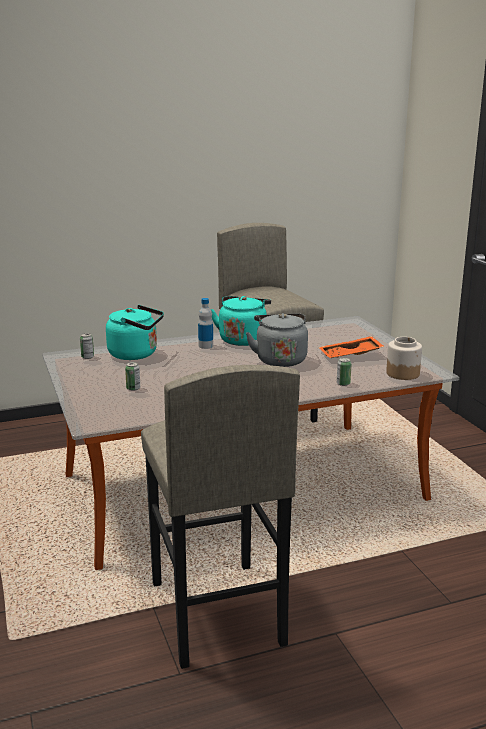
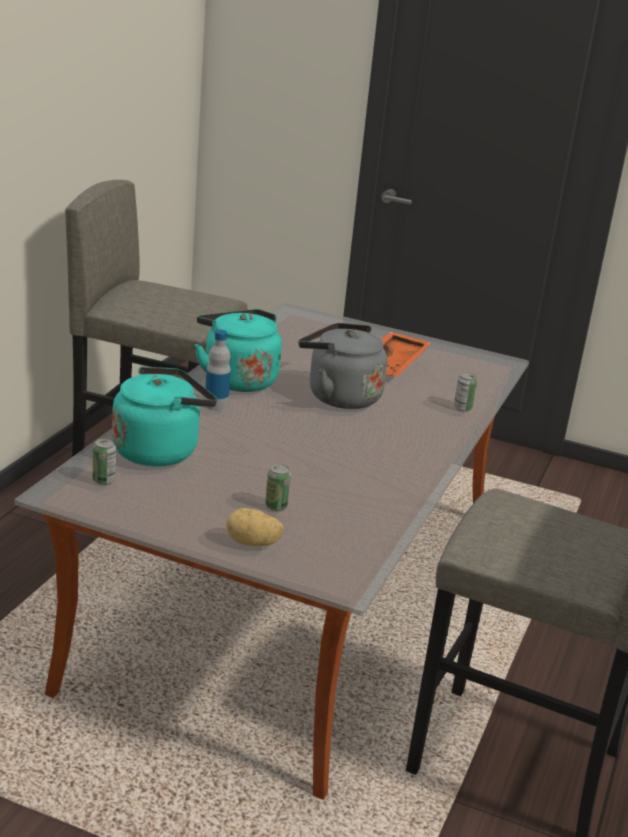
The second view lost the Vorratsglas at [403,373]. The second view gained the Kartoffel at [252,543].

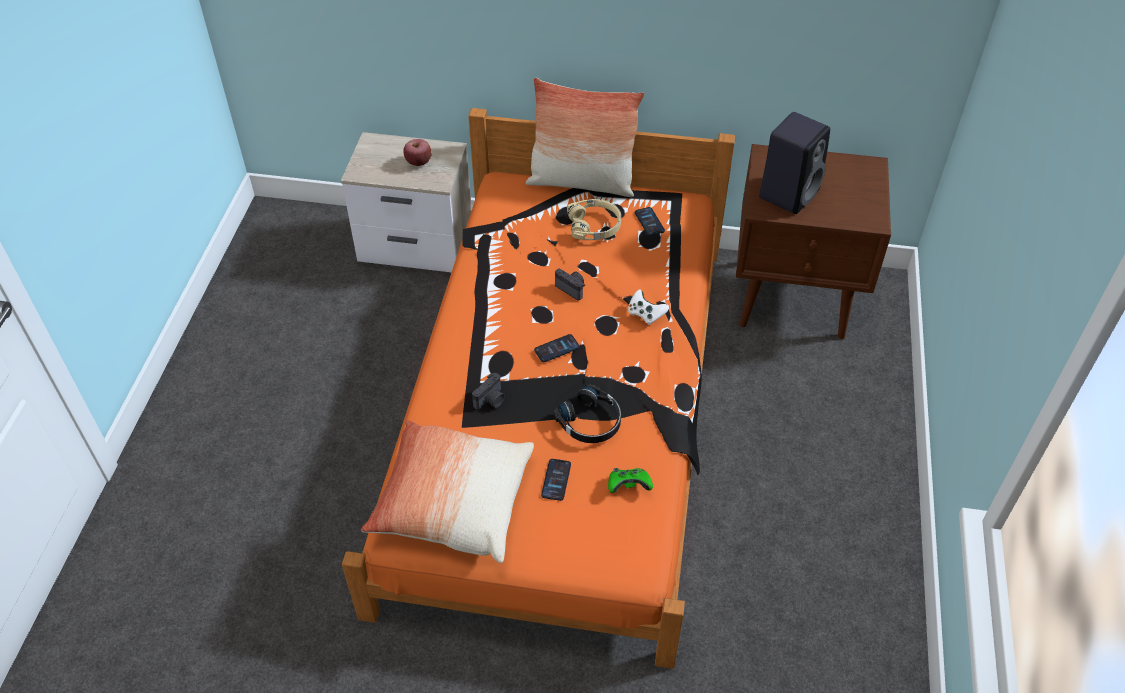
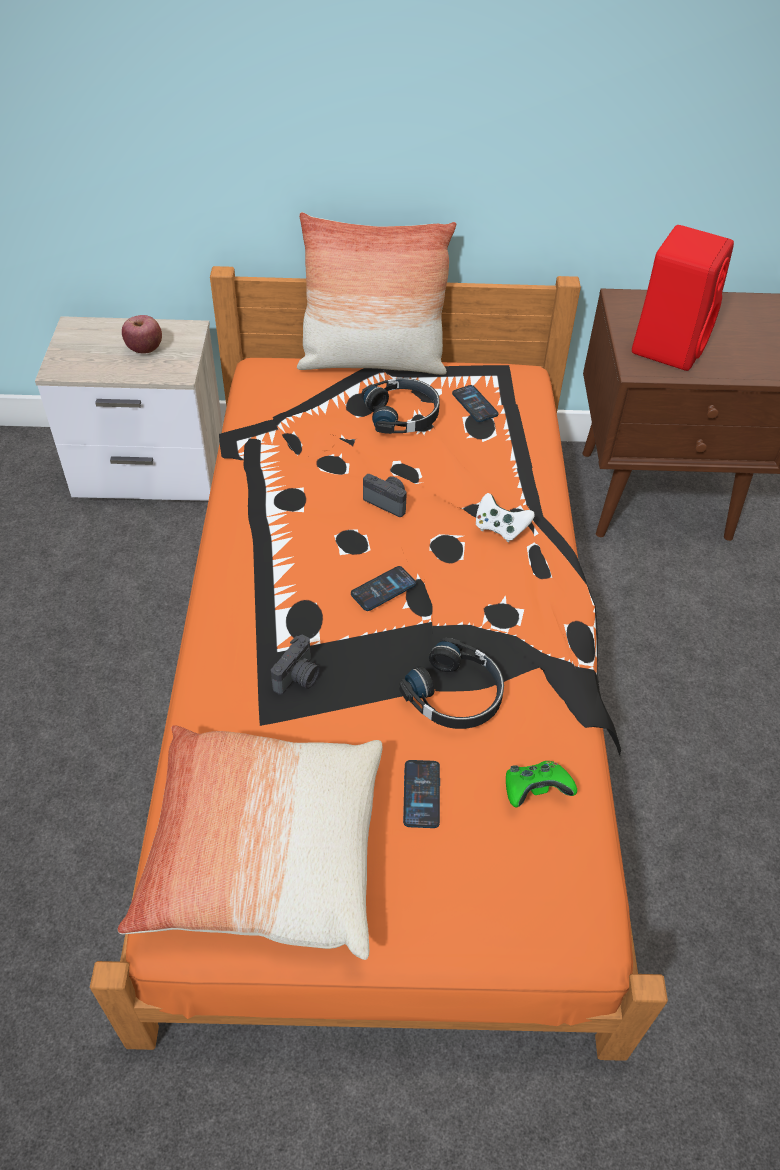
What was the Kopfhörer/beige at [595,225] turned into the Kopfhörer/schwarz at [402,414]. What was the Lautsprecher/schwarz at [789,193] turned into the Lautsprecher/rot at [669,345].

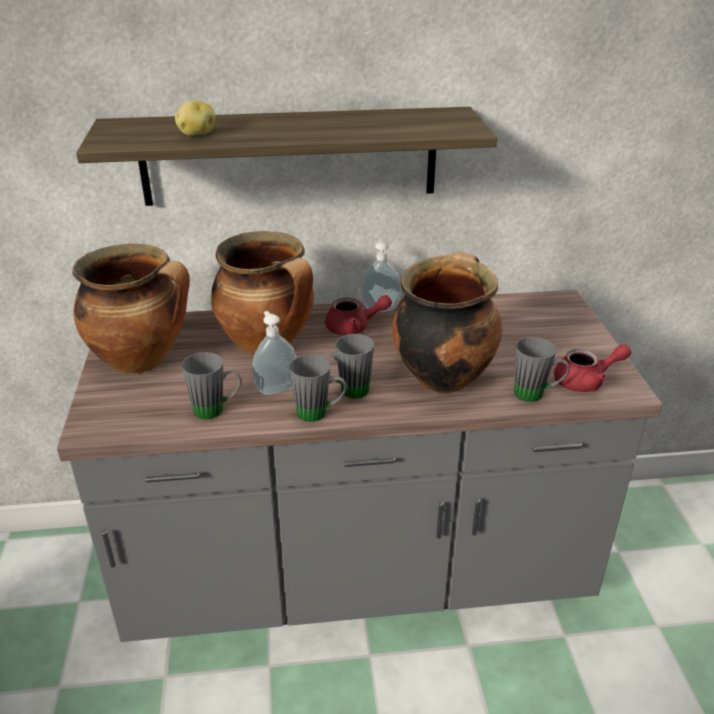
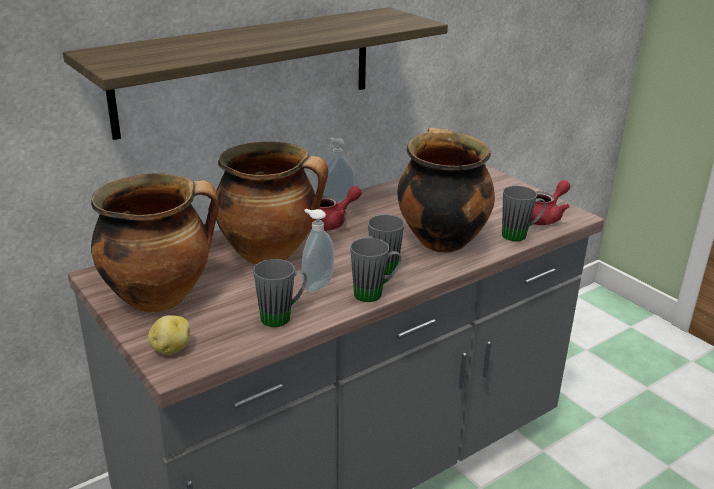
The Kartoffel ended up elsewhere, having gone from [196,134] to [170,349].

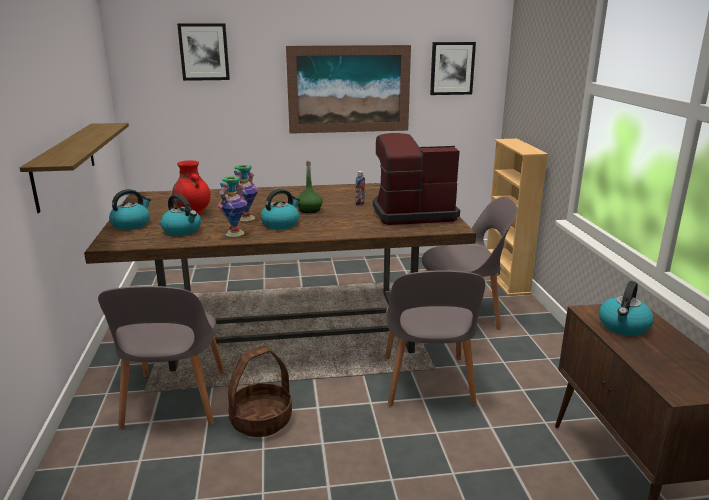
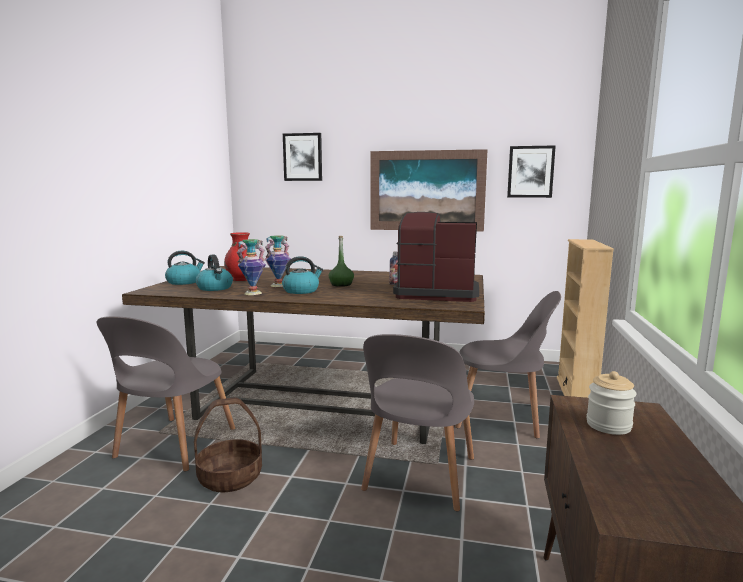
The second view lost the Wandregal at [65,164]. Where the Wasserkessel stood at [623,326], the Vorratsglas came to stand at [608,425].

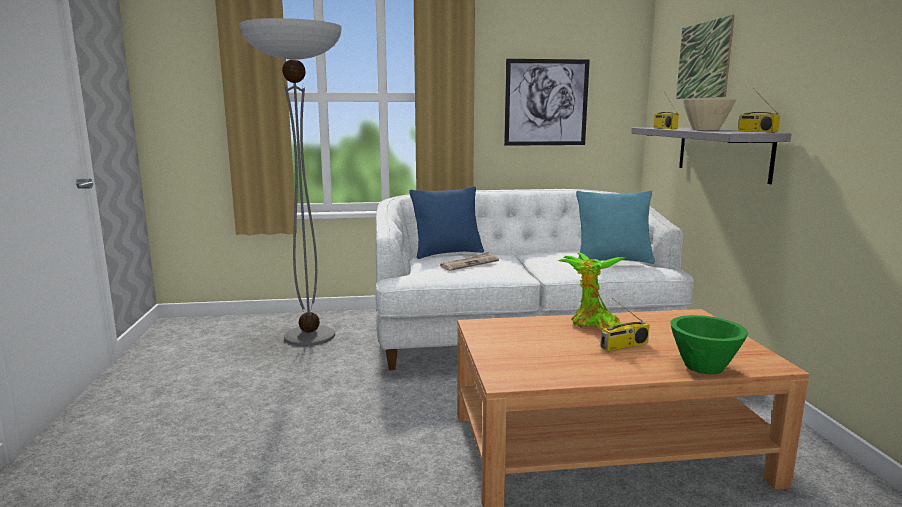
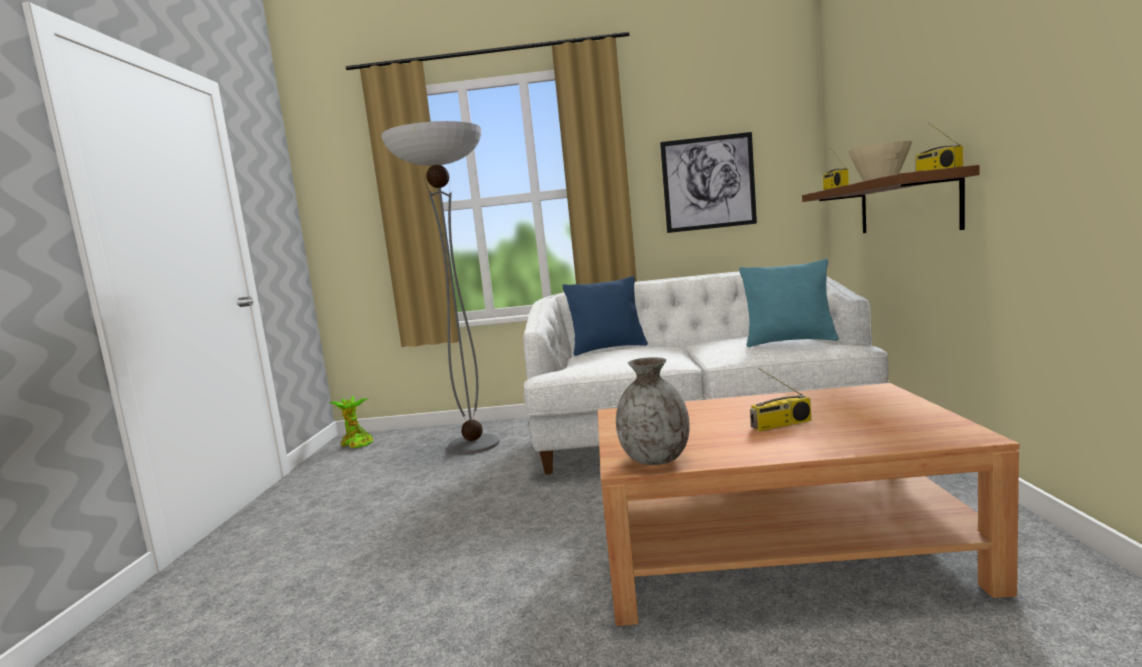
The second view lost the Zeitung at [469,263]. The second view lost the Schüssel/grün at [703,366]. The second view lost the Bild at [703,60]. The second view gained the Vase/grau at [655,459]. The Topfpflanze ended up elsewhere, having gone from [592,324] to [356,444]. What was the Wandregal/grau at [722,152] turned into the Wandregal/braun at [906,205].

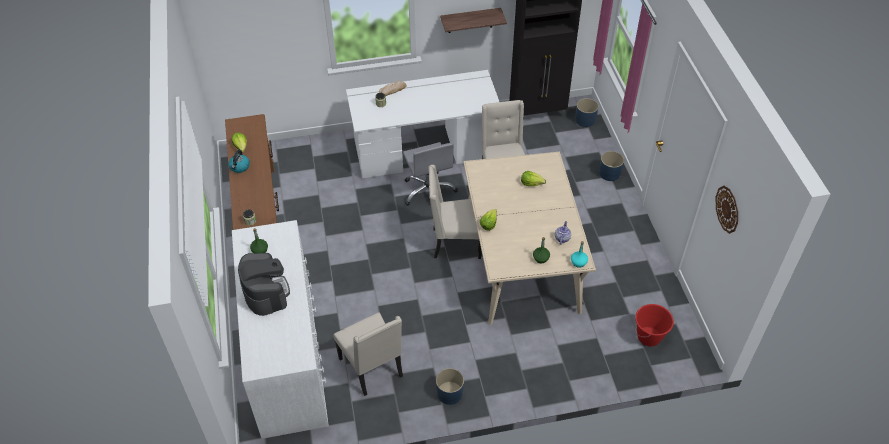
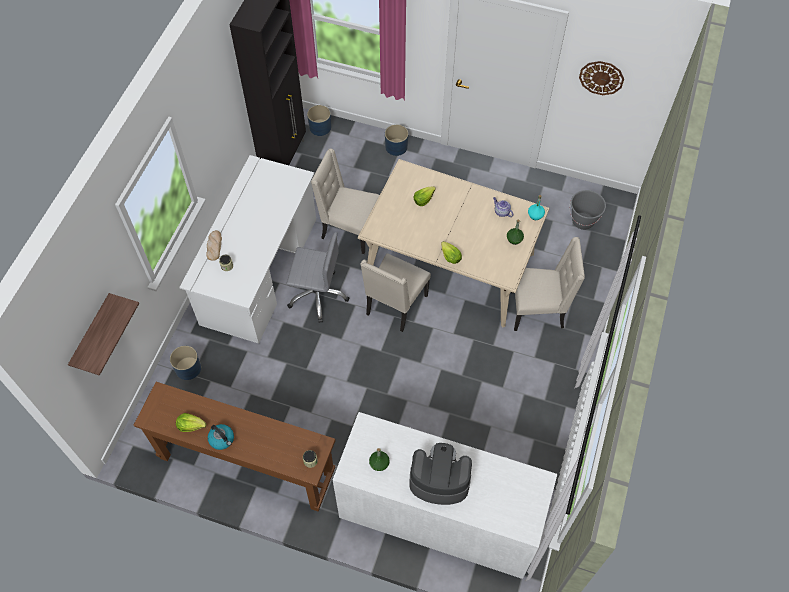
The Stuhl/beige ended up elsewhere, having gone from [372,368] to [538,310]. The Pflanzkübel/blau ended up elsewhere, having gone from [449,392] to [188,368]. The Wandregal ended up elsewhere, having gone from [470,20] to [93,335]. What was the Eimer/rot at [649,337] turned into the Eimer/grau at [583,221].

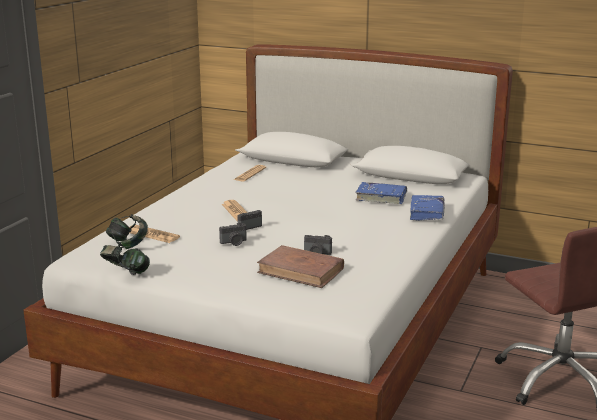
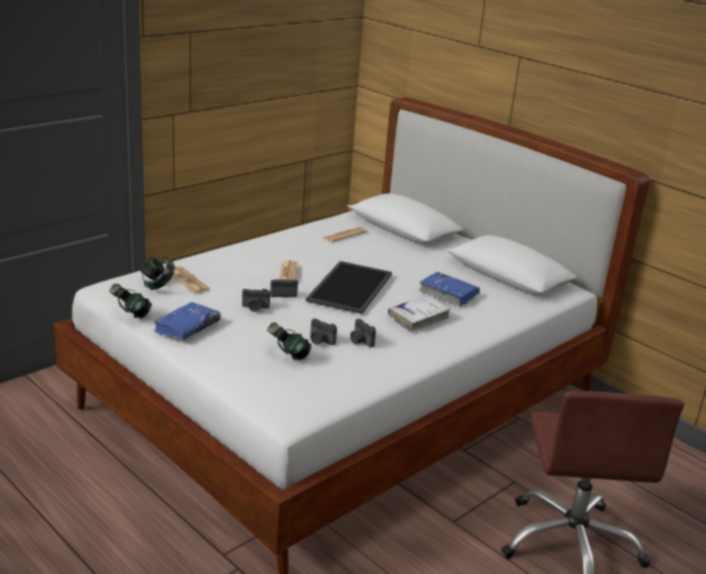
The second view gained the Tablett at [349,286]. The second view gained the Kamera at [360,341]. The second view gained the Buch/weiß at [418,318]. The Buch/blau ended up elsewhere, having gone from [427,213] to [187,327]. Where the Buch/braun stood at [301,271], the Kopfhörer came to stand at [287,355].

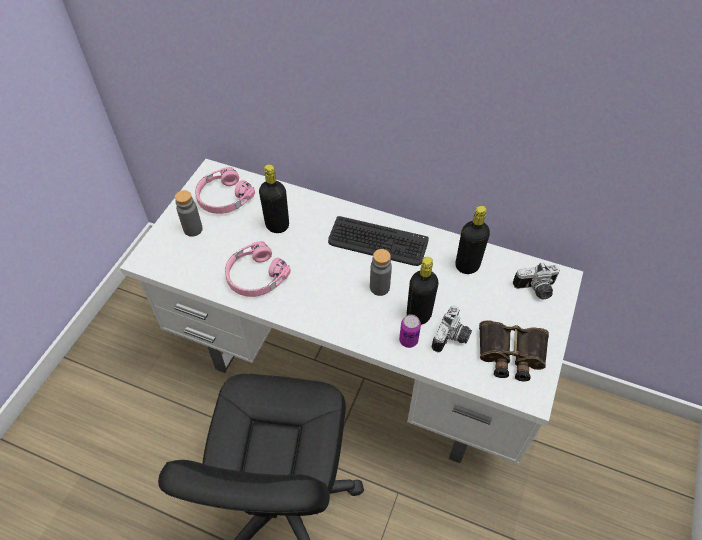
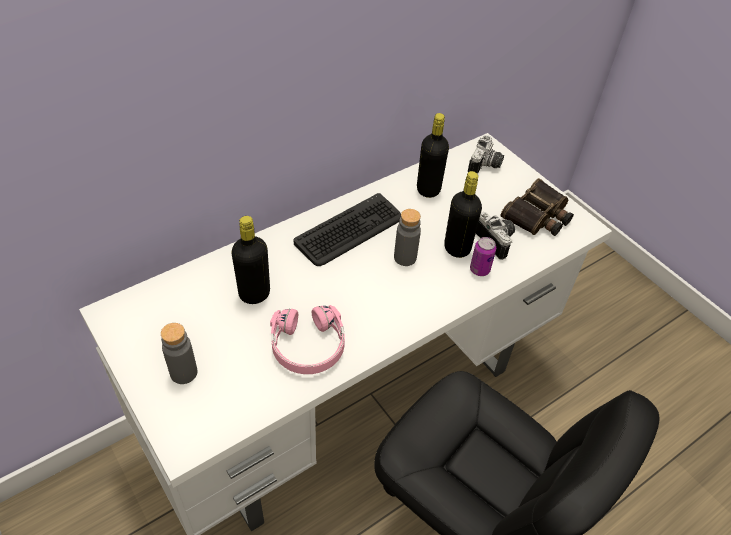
The second view lost the Kopfhörer/rosa at [223,198].

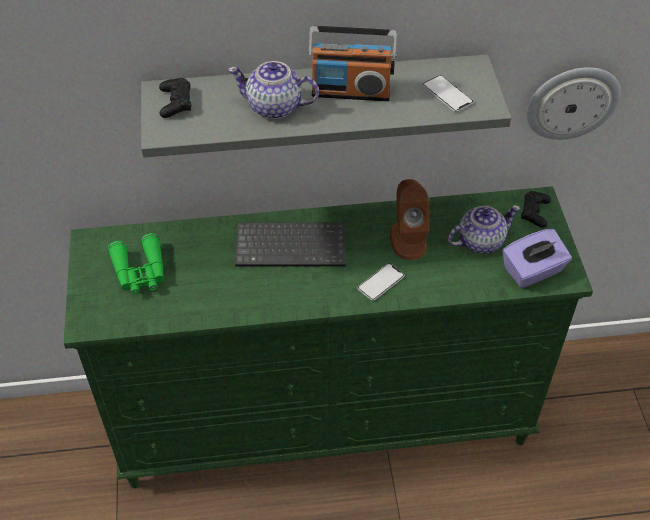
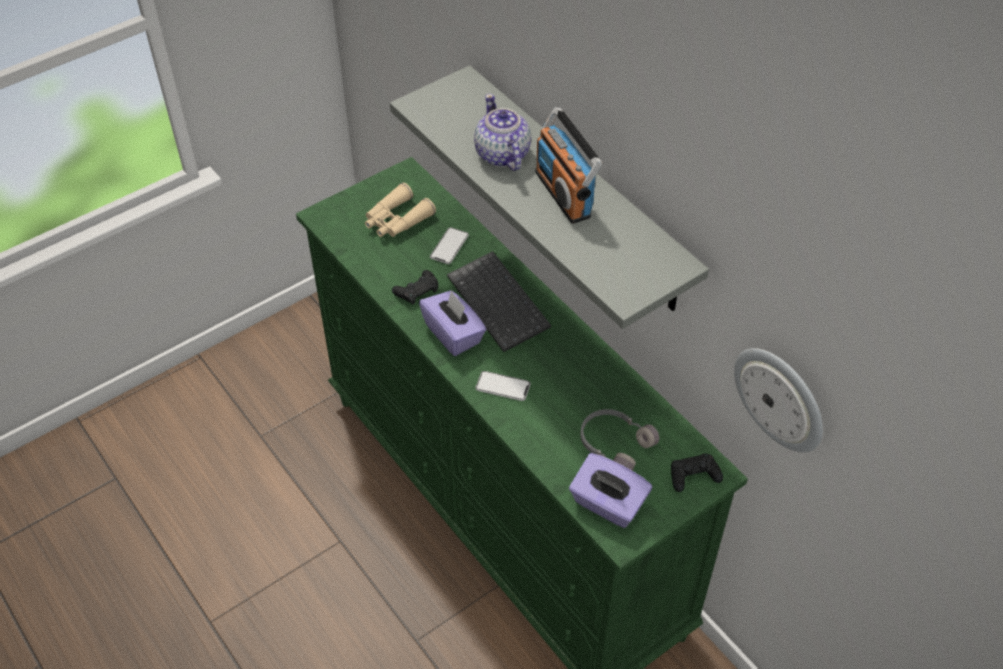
The second view lost the Lautsprecher/braun at [408,239]. The second view gained the Taschentuchbox/lila at [453,334]. The Gamepad/schwarz ended up elsewhere, having gone from [175,102] to [417,291]. The Handy ended up elsewhere, having gone from [447,94] to [449,246]. Where the Teekanne stood at [480,241], the Kopfhörer/grau came to stand at [615,443]. What was the Fernglas/grün at [140,272] turned into the Fernglas/beige at [396,220].

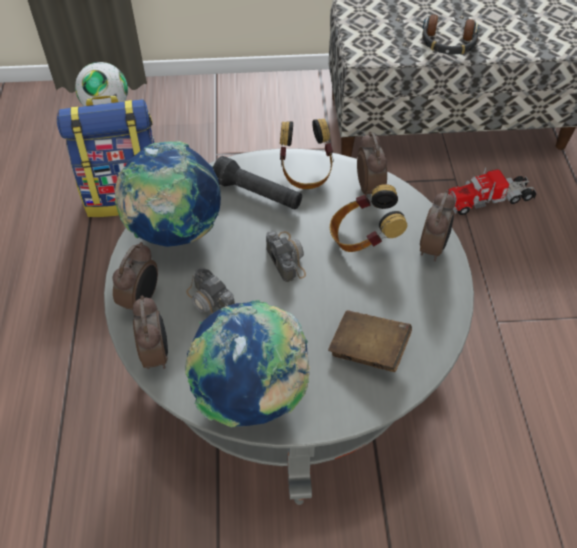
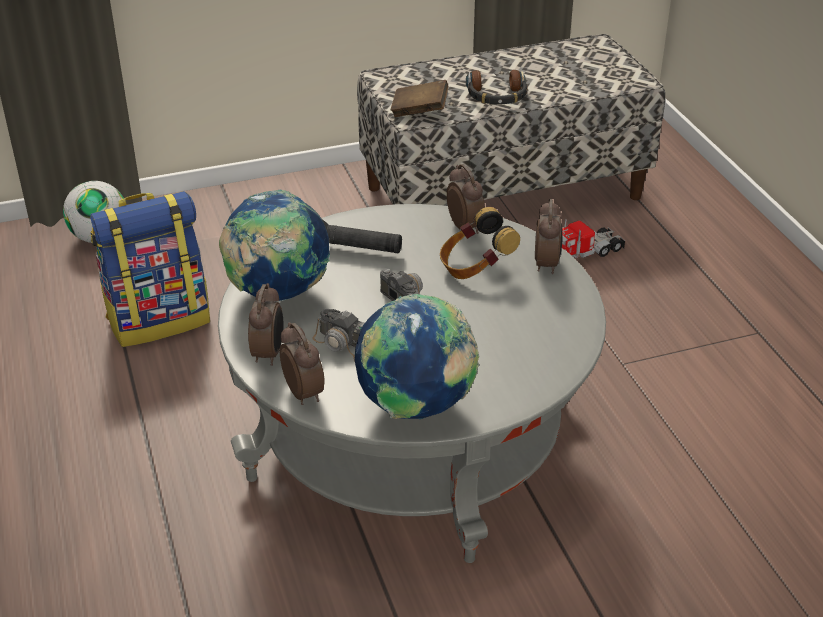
The second view lost the Kopfhörer at [305,172]. The Buch/braun ended up elsewhere, having gone from [368,350] to [419,111].

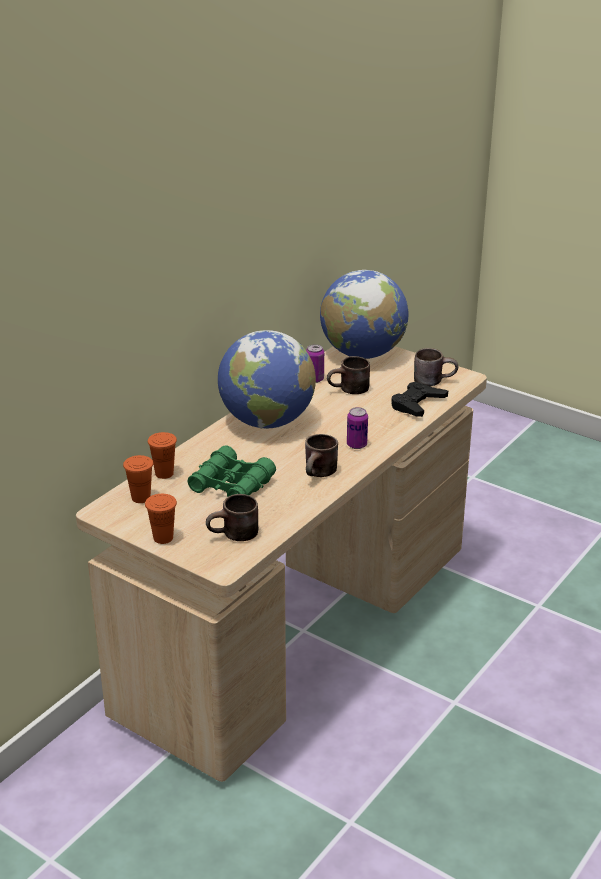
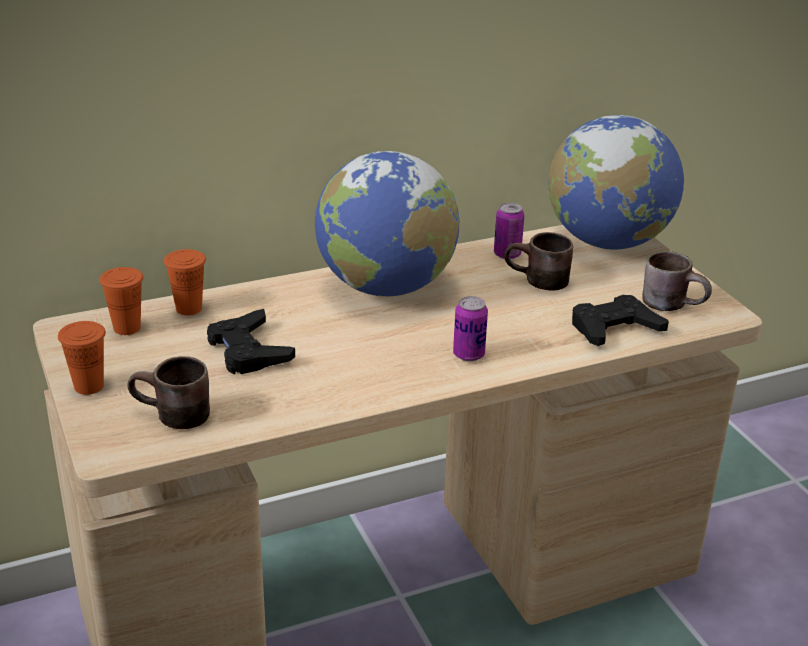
The second view lost the Henkelbecher/braun at [321,474]. Where the Fernglas/grün stood at [232,485], the Gamepad/schwarz came to stand at [248,350].

